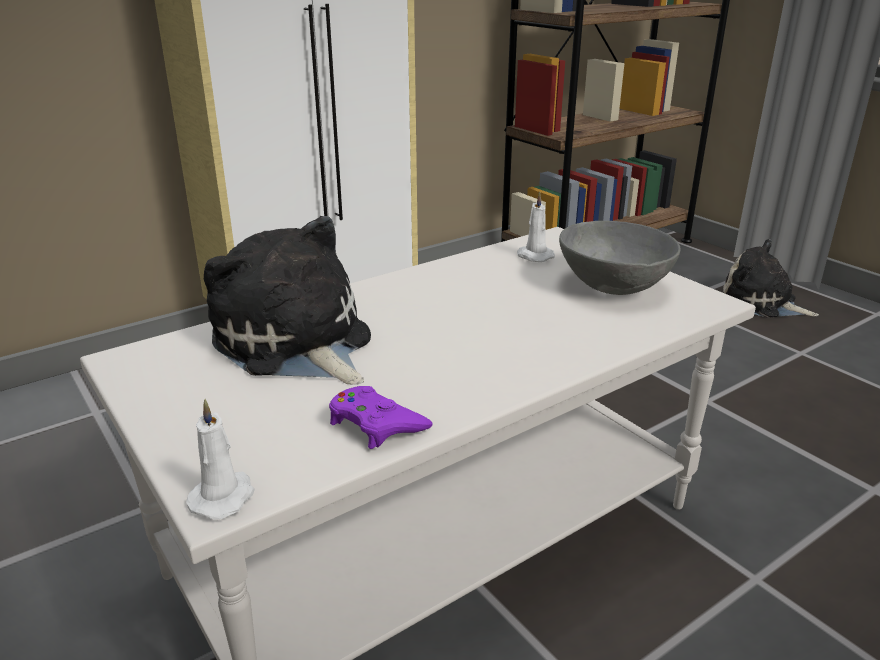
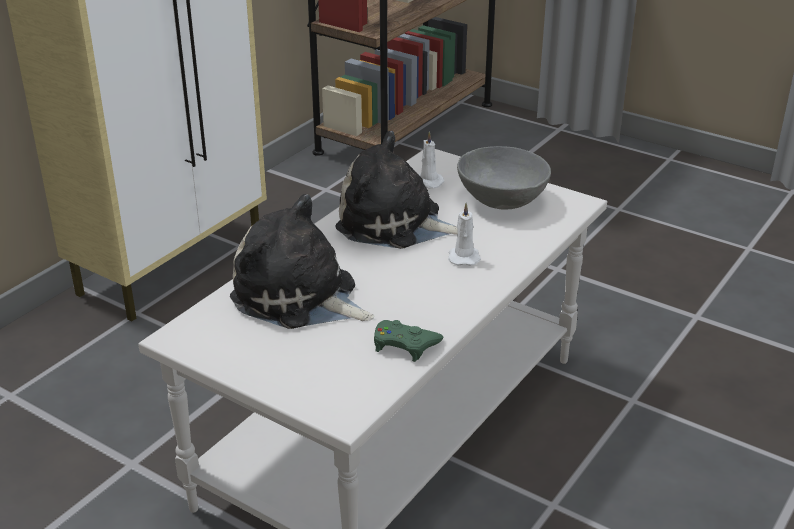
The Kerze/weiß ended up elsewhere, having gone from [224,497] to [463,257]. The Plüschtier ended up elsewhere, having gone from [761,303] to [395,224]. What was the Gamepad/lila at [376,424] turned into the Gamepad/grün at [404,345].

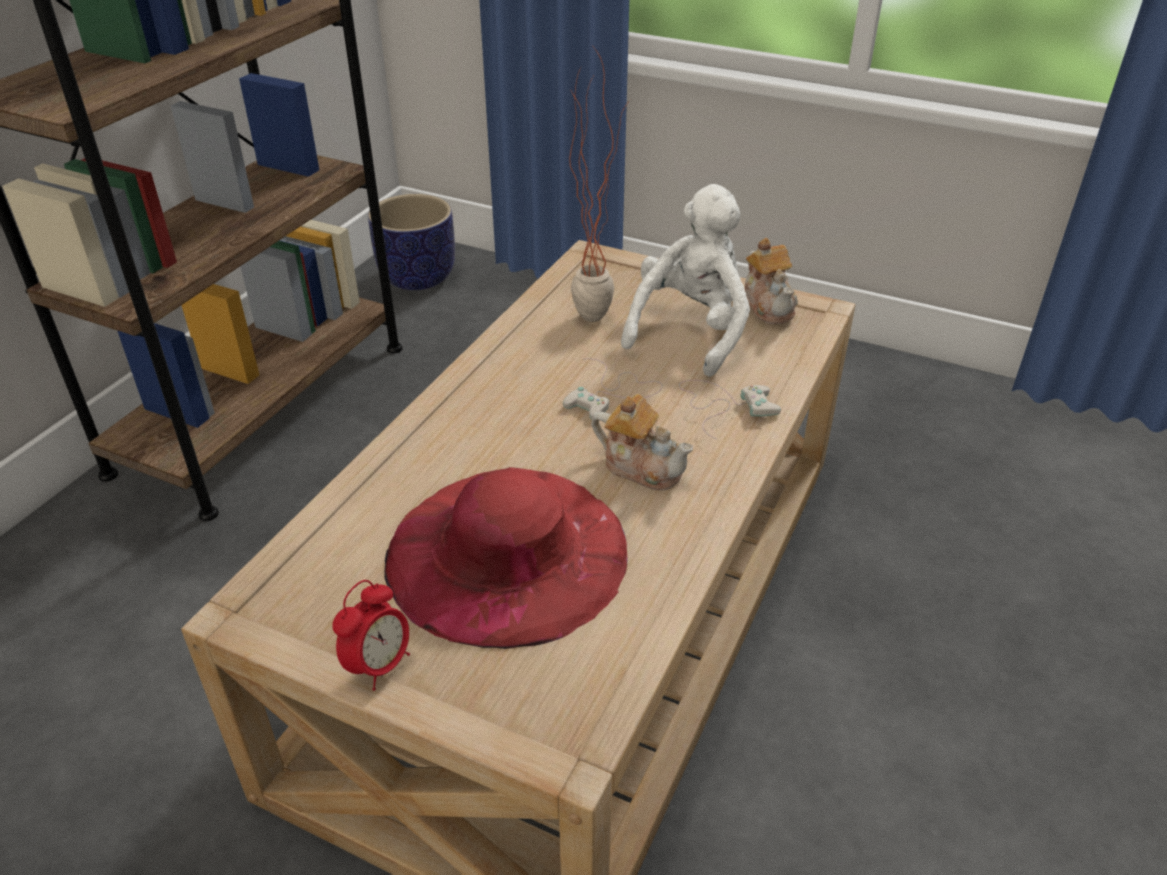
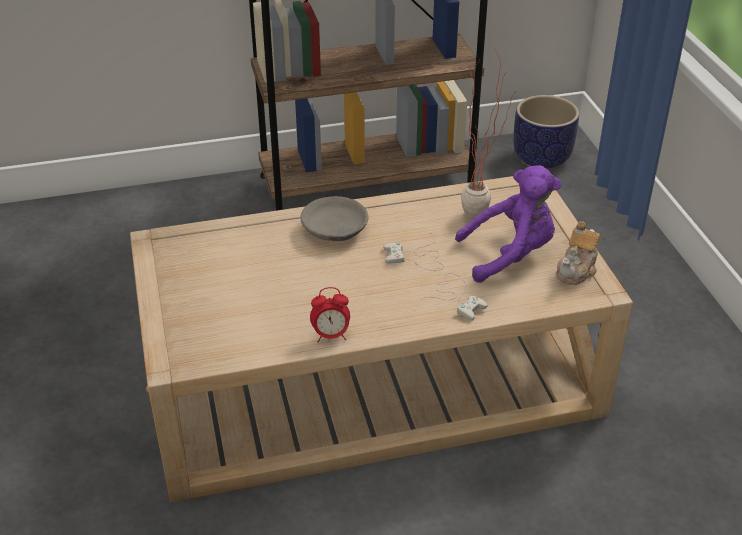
The second view lost the Hut/rot at [507,553]. The second view lost the Teekanne at [641,466]. The second view gained the Schüssel/grau at [334,229]. The Wecker ended up elsewhere, having gone from [379,665] to [331,335]. What was the Plüschtier/weiß at [690,331] turned into the Plüschtier/lila at [510,255].

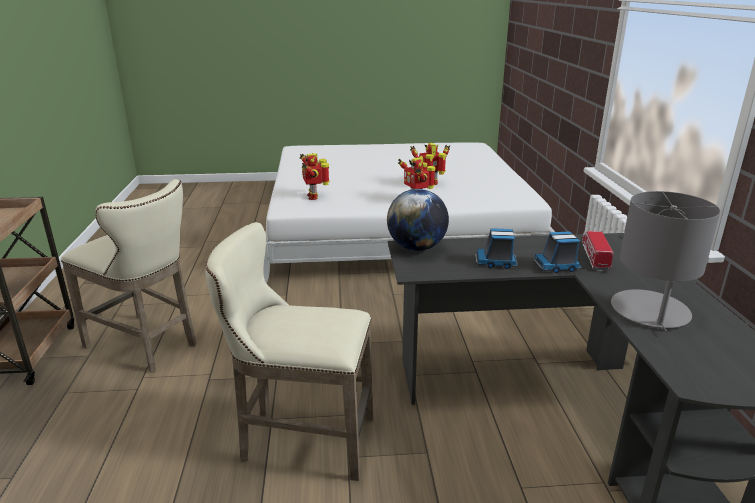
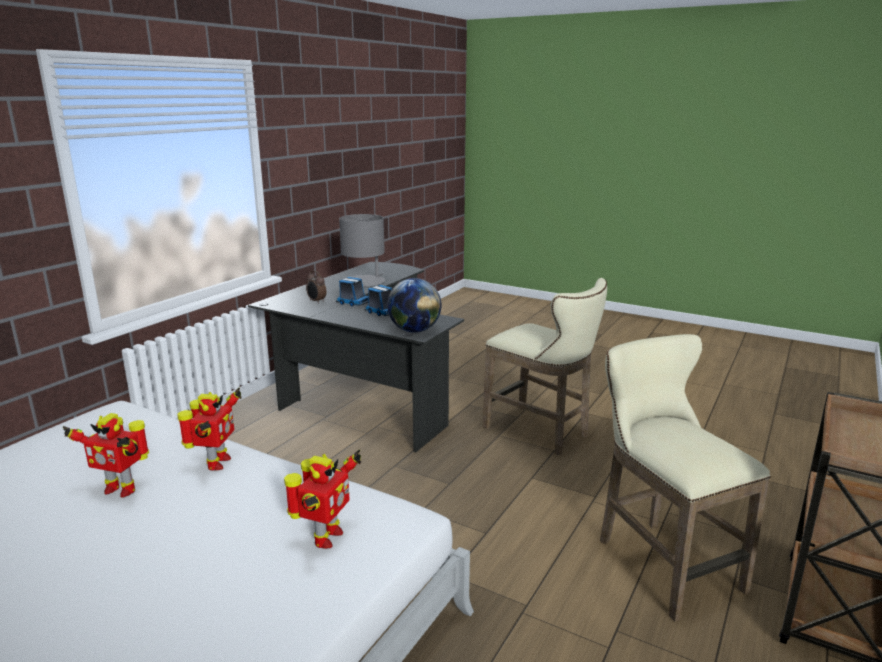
Where the Spielzeuglaster stood at [594,256], the Wecker came to stand at [316,301].

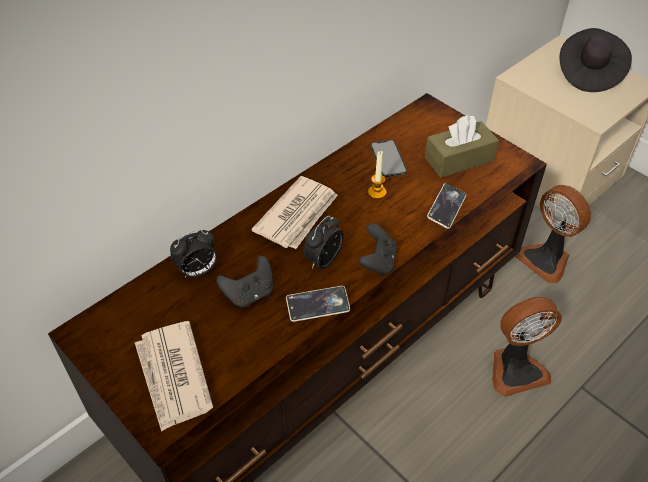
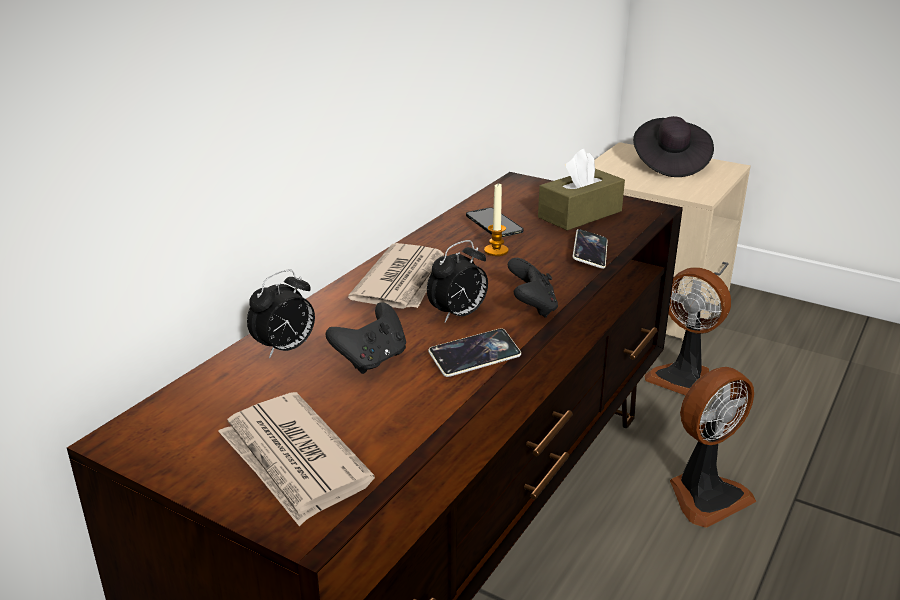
The Wecker at [323,260] ended up facing another way, 150 degrees counterclockwise from before.

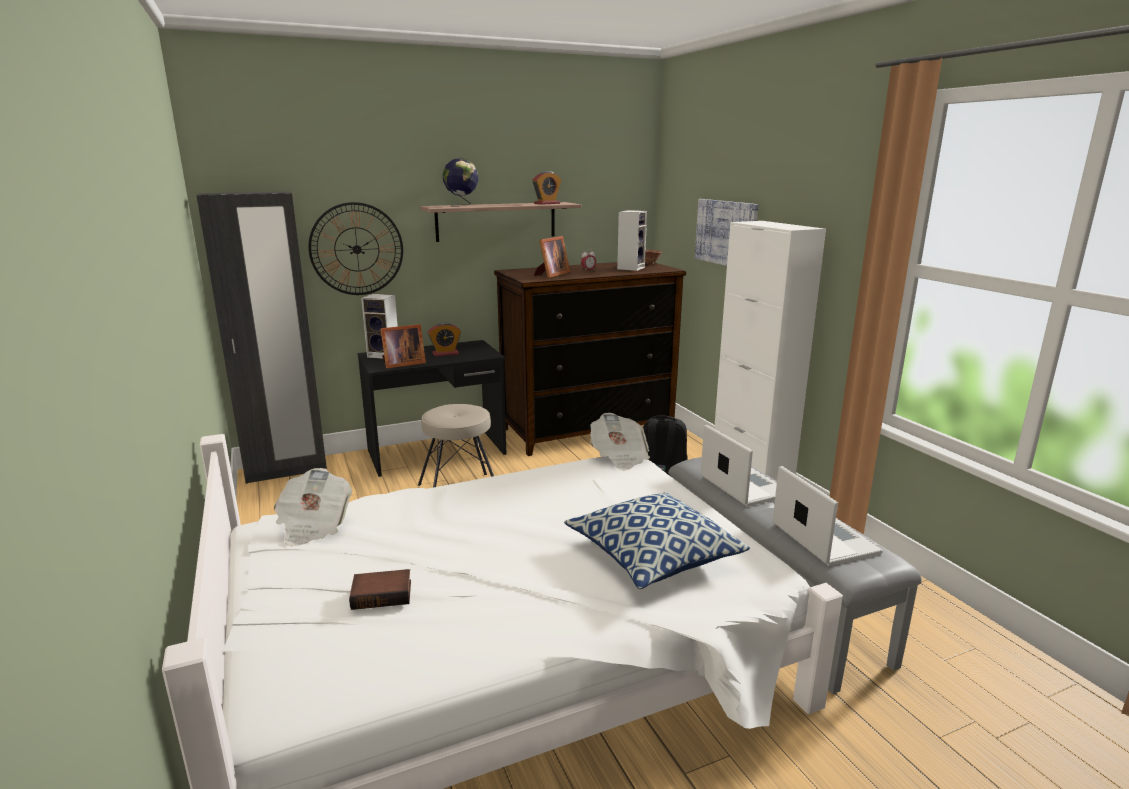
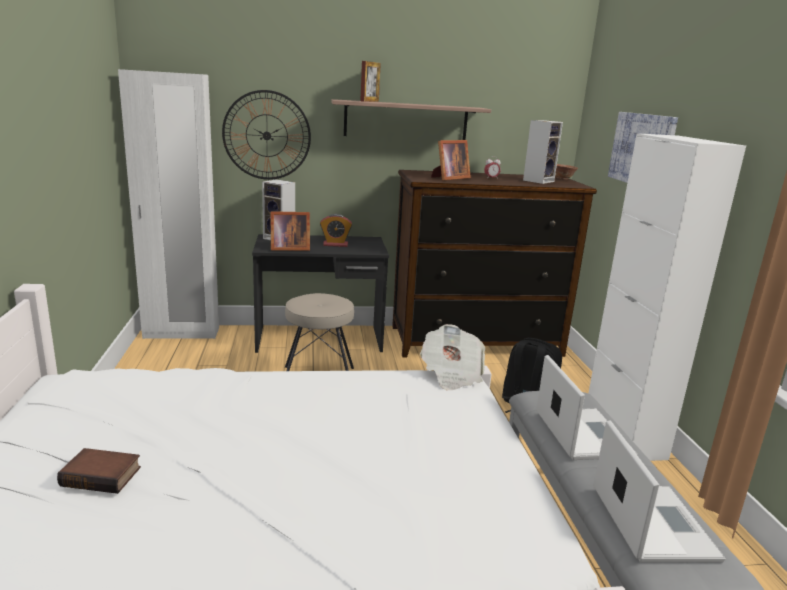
The second view lost the Zeitung at [313,525]. The second view lost the Wecker at [547,203]. The second view lost the Kissen at [652,556]. Where the Globus stood at [462,205], the Bilderrahmen came to stand at [369,101]. What was the Kleiderschrank/schwarz at [286,471] turned into the Kleiderschrank/weiß at [181,333].

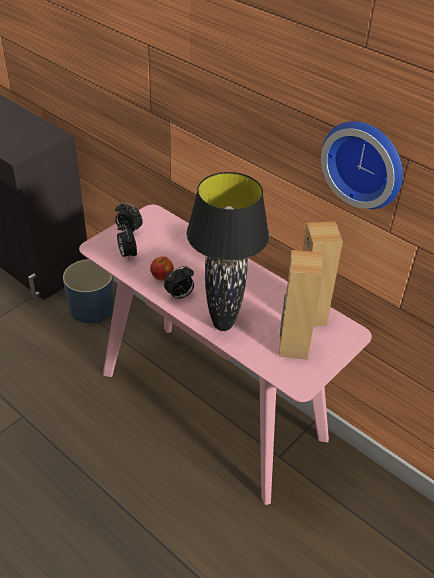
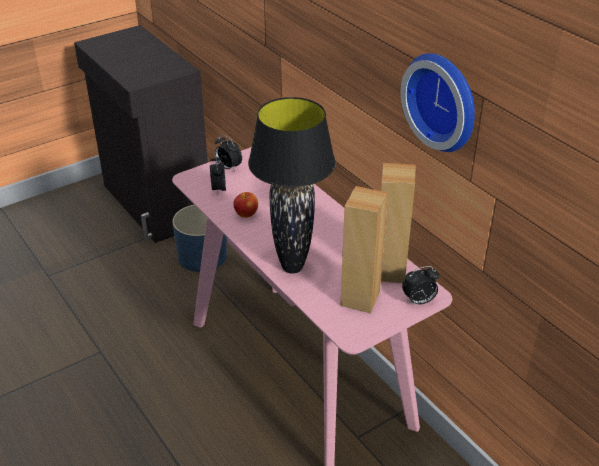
The Wecker ended up elsewhere, having gone from [179,296] to [419,301].

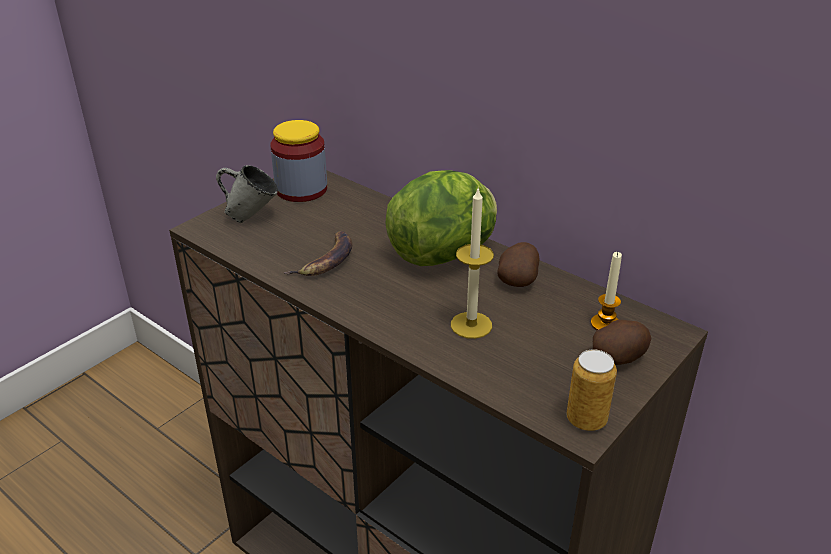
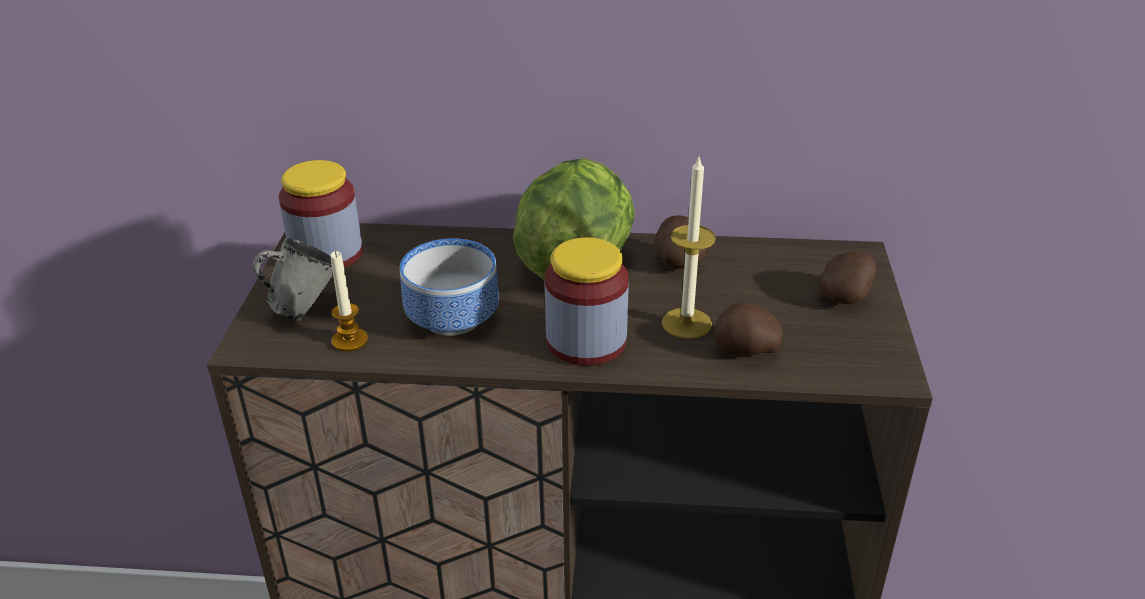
The second view lost the Dose at [586,419]. The second view gained the Vorratsglas at [586,341]. The second view gained the Kartoffel at [745,350]. The Kerze ended up elsewhere, having gone from [605,324] to [350,340]. Where the Banane stood at [326,260], the Schüssel came to stand at [456,320].

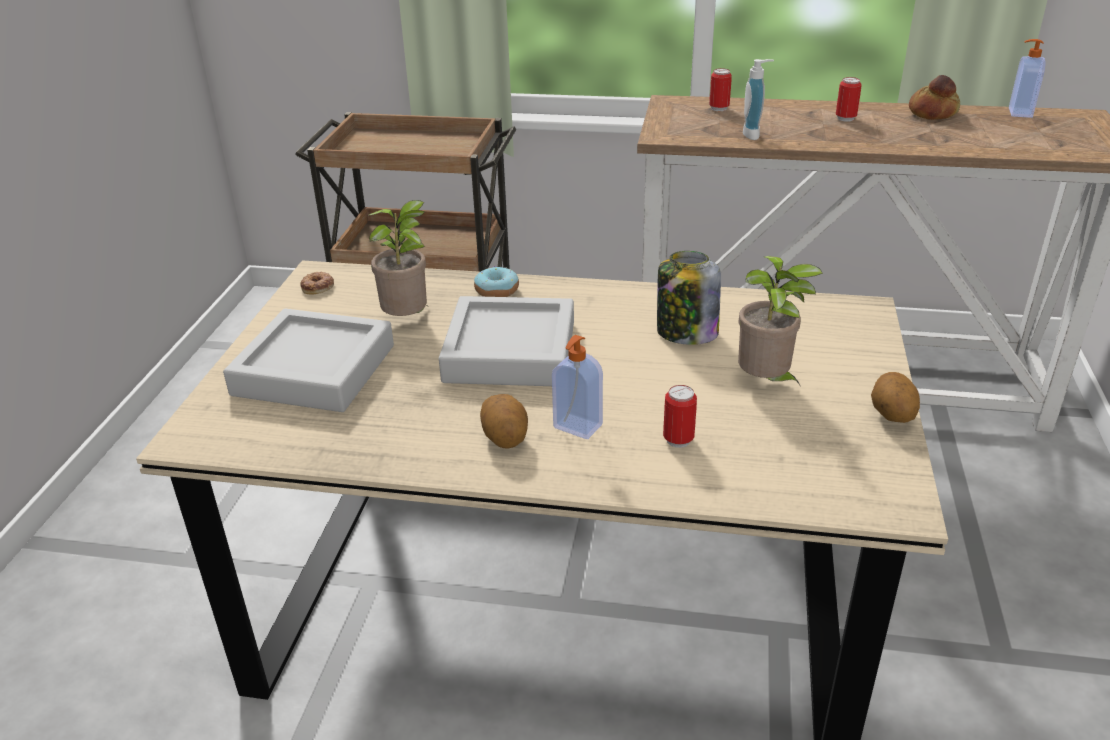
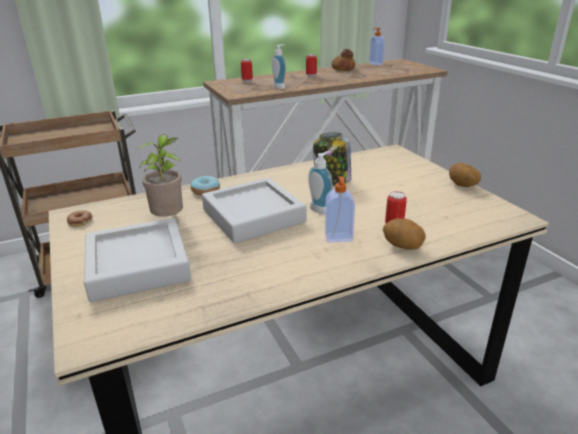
The second view lost the Topfpflanze at [766,383]. The second view gained the Seifenspender at [321,209]. The Kartoffel ended up elsewhere, having gone from [505,438] to [402,246].

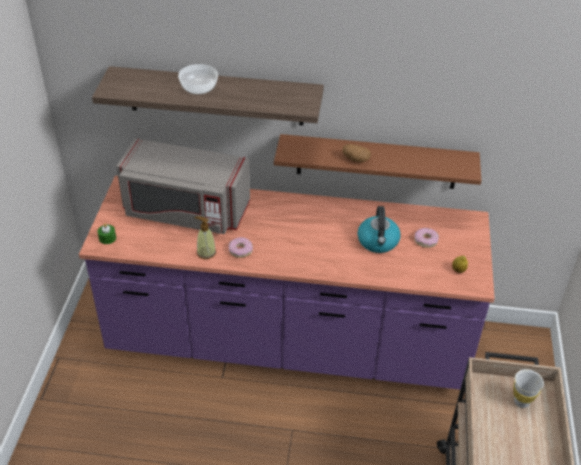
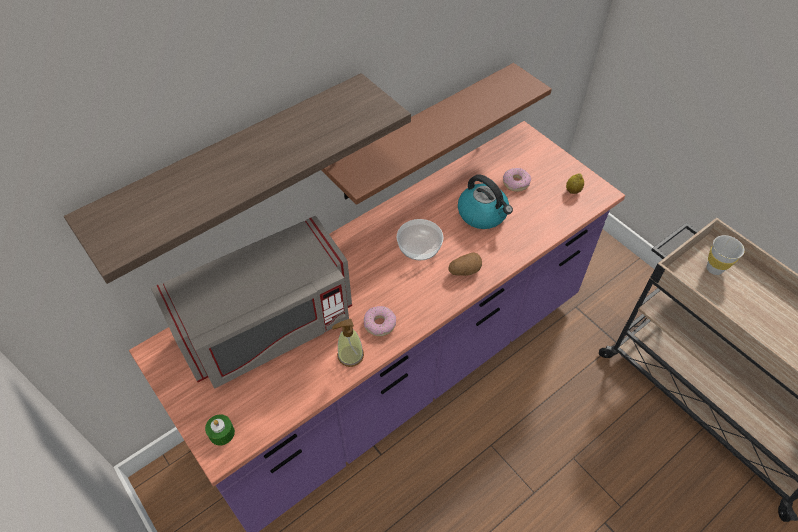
The Schüssel ended up elsewhere, having gone from [198,88] to [419,248]. The Kartoffel ended up elsewhere, having gone from [355,159] to [464,271].

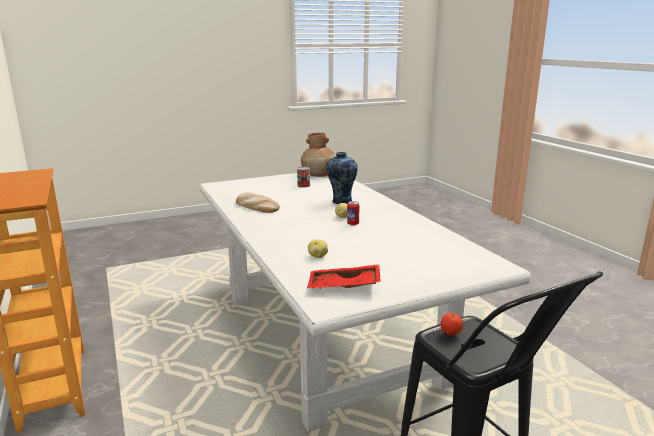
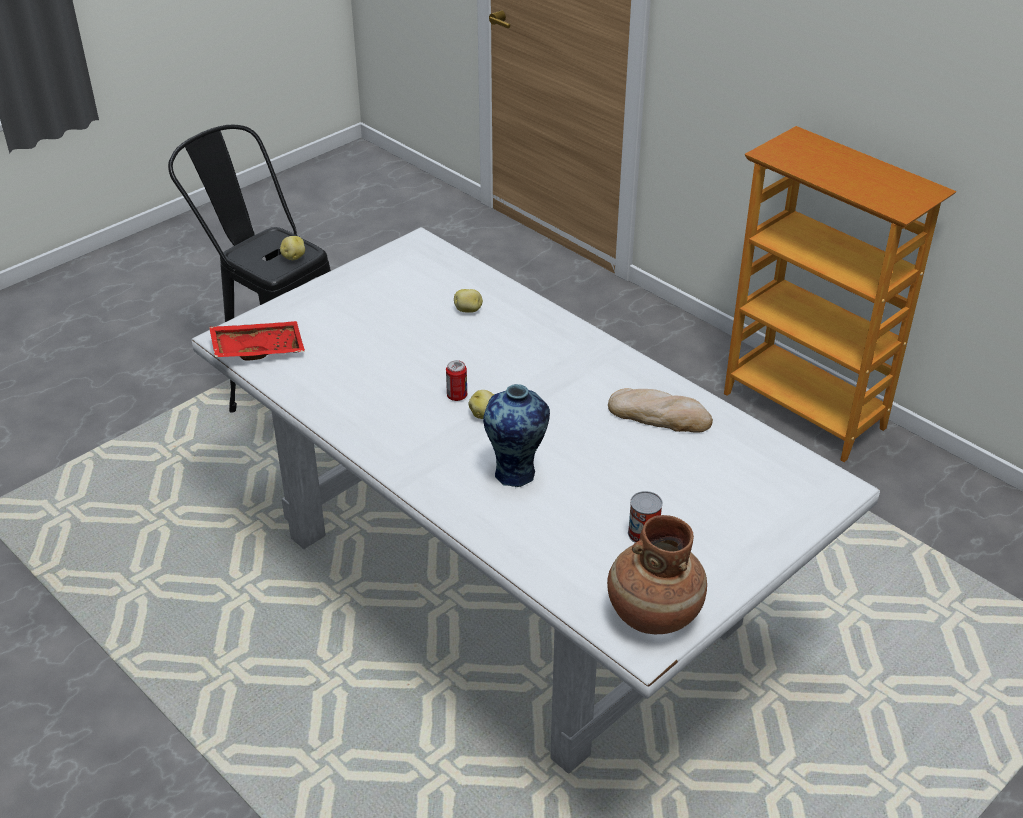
The Tablett/rot ended up elsewhere, having gone from [344,286] to [258,348]. Where the Apfel stood at [450,333], the Kartoffel came to stand at [293,257].

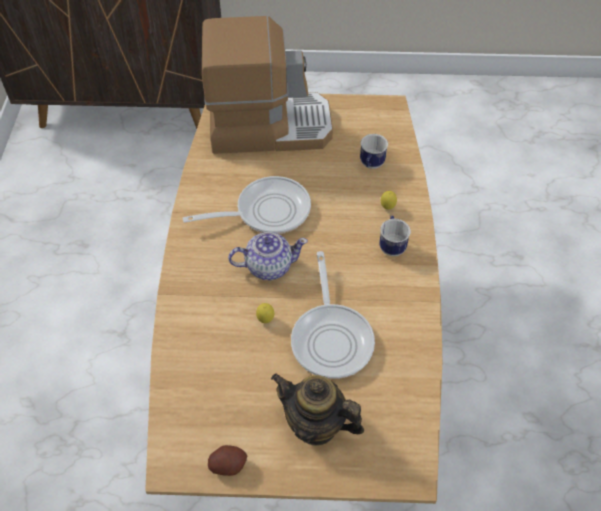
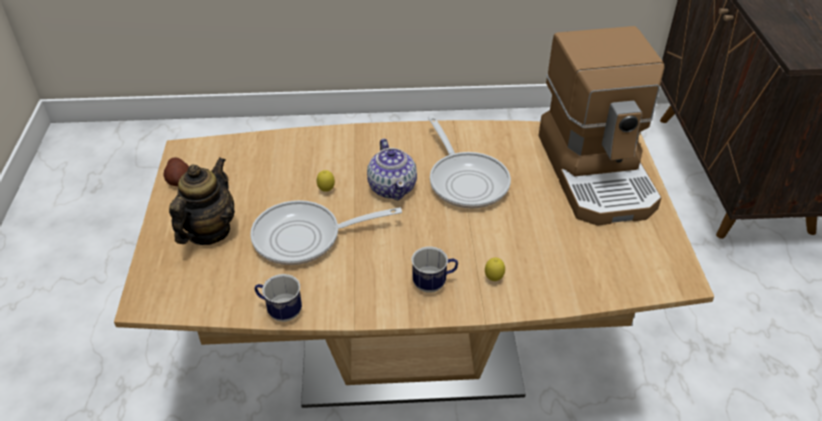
The Henkelbecher ended up elsewhere, having gone from [370,165] to [280,311].

